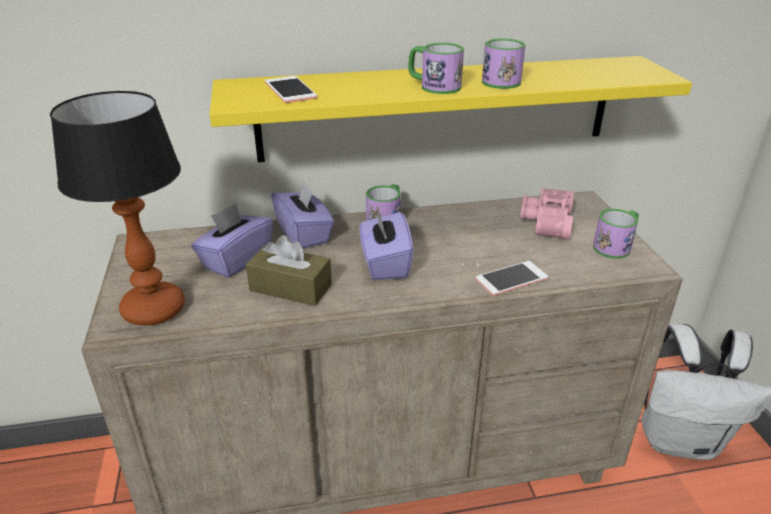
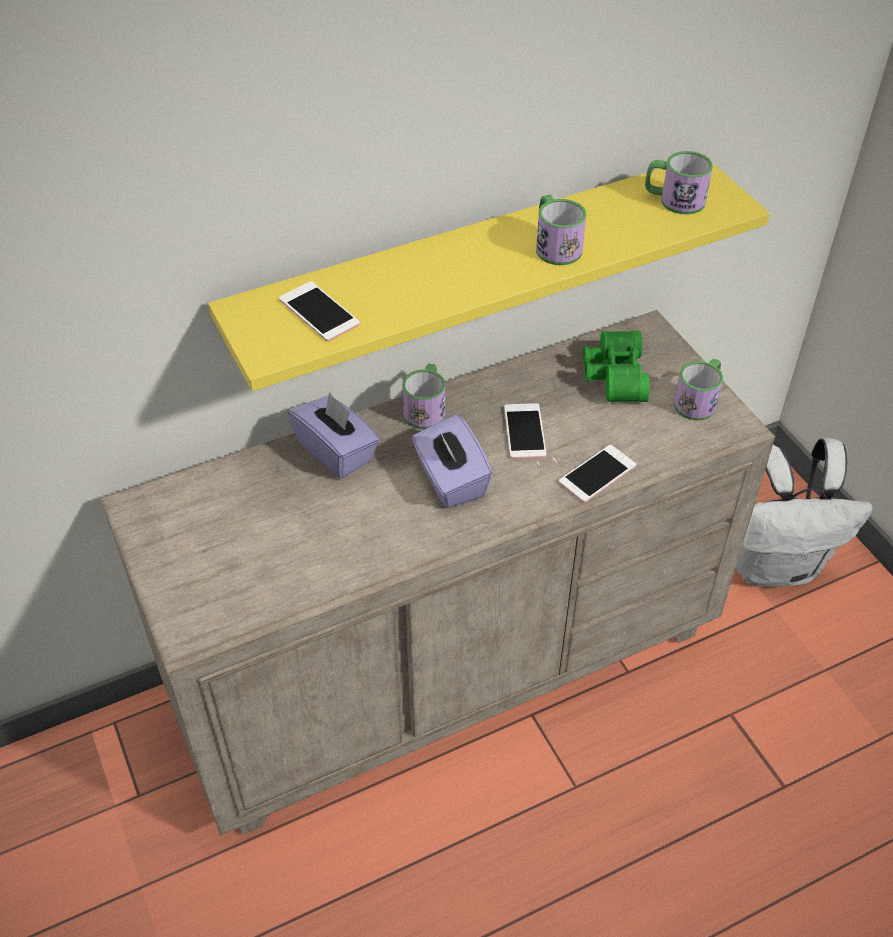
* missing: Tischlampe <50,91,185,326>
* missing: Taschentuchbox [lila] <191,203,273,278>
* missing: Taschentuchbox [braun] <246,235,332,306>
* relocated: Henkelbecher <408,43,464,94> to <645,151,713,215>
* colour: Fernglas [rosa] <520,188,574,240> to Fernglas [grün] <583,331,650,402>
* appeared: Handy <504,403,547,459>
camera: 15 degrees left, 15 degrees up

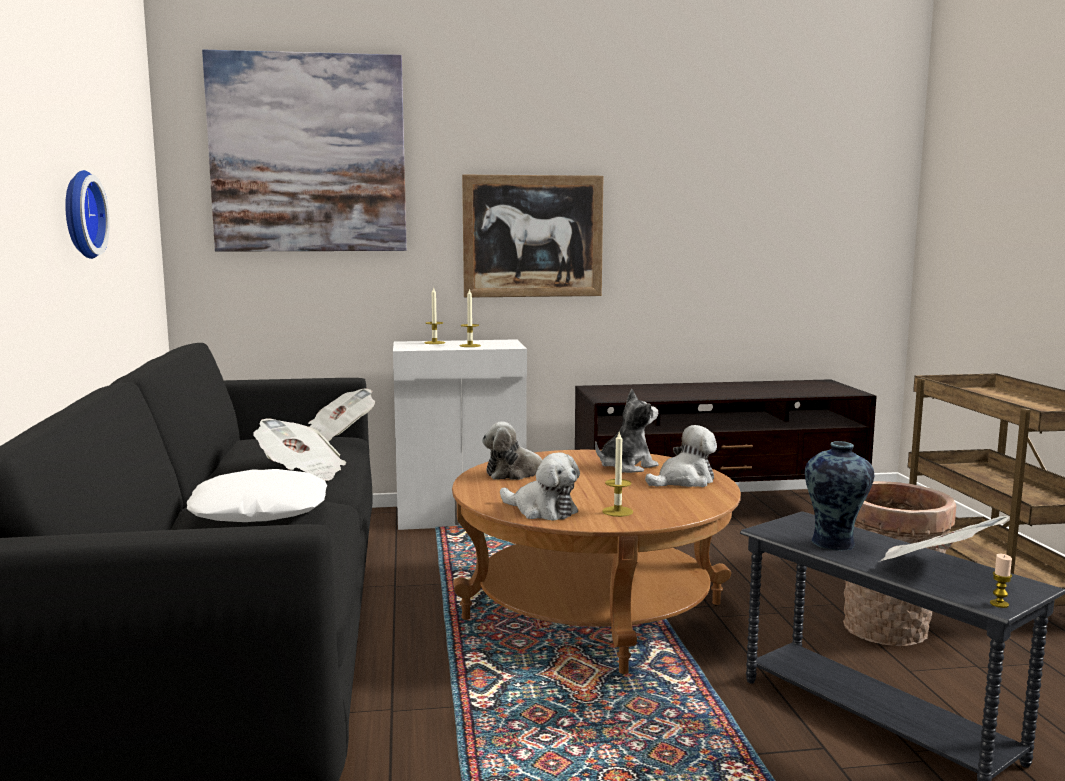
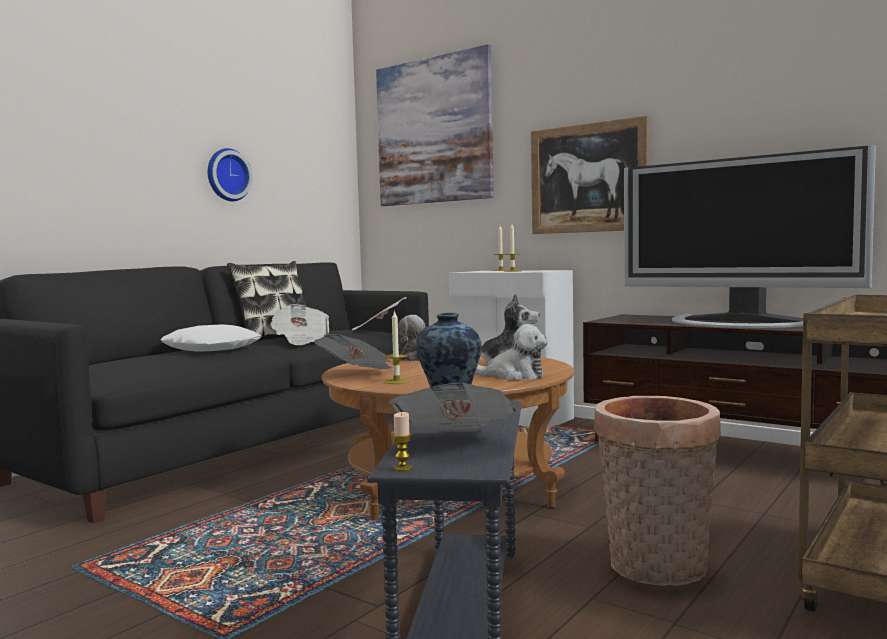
* exchanged: Plüschtier <500,453,580,520> to Zeitung <314,334,392,369>
* appeared: Kissen <227,261,306,338>
* appeared: Fernseher <624,145,876,328>
camera: 45 degrees right, 5 degrees down

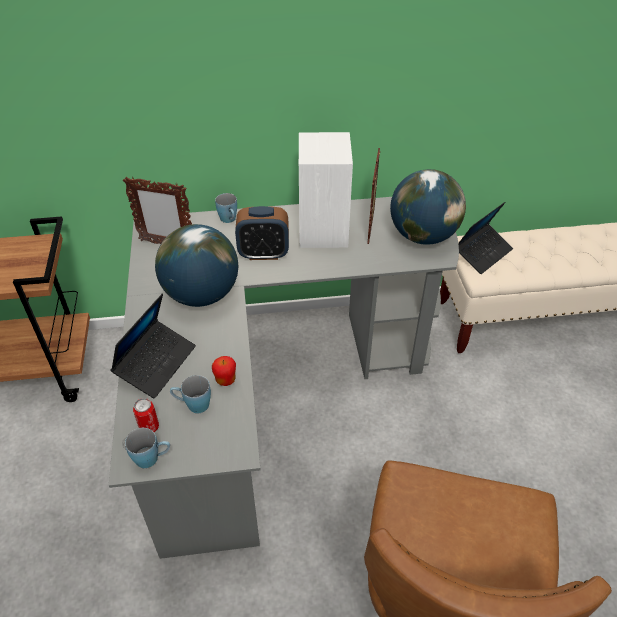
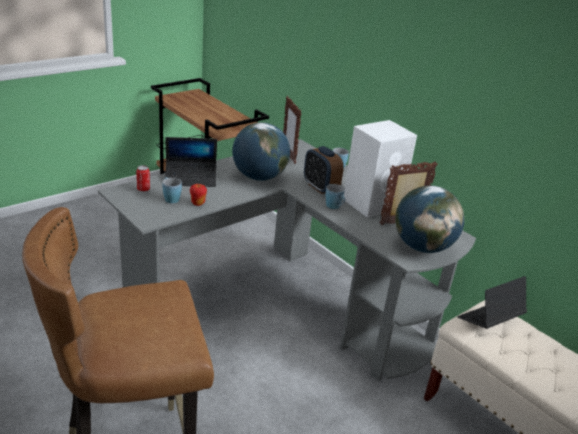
* relocated: Henkelbecher [blau] <125,428,170,468> to <325,184,345,209>
* spun: Laptop <458,202,513,274> = <458,276,527,329> 135 degrees clockwise
camera: 55 degrees right, 15 degrees down

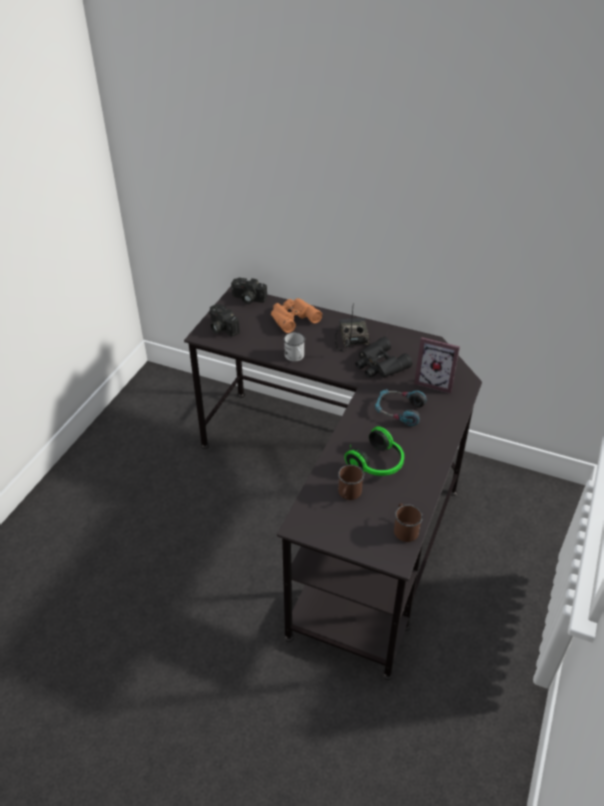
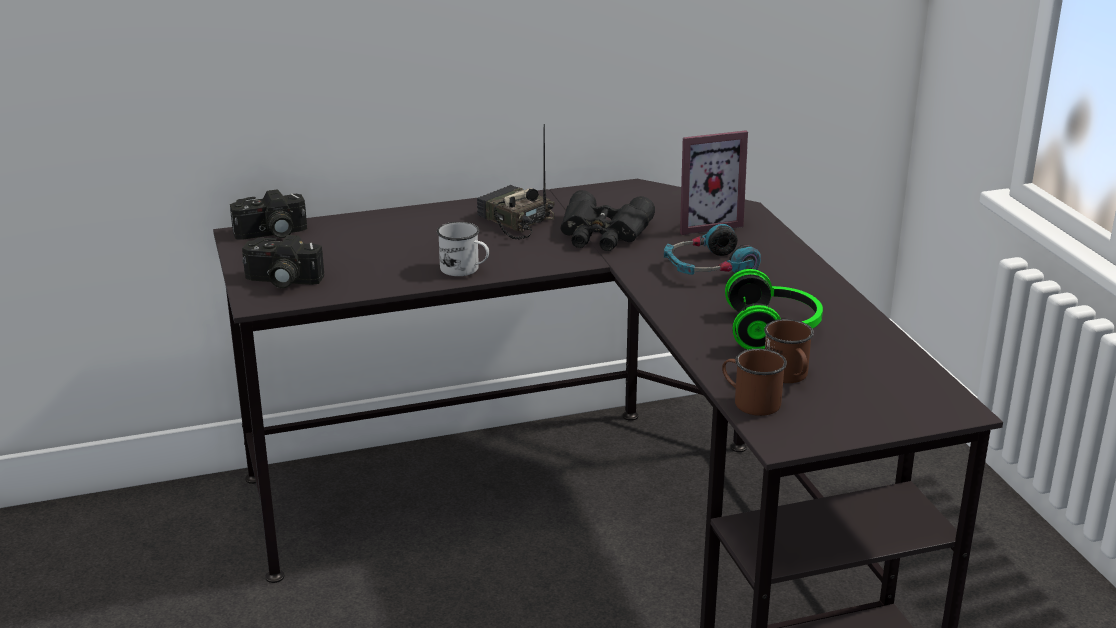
* missing: Fernglas [orange] <271,298,322,333>
* relocated: Henkelbecher [braun] <394,503,423,542> to <722,349,787,416>
camera: 40 degrees left, 15 degrees down

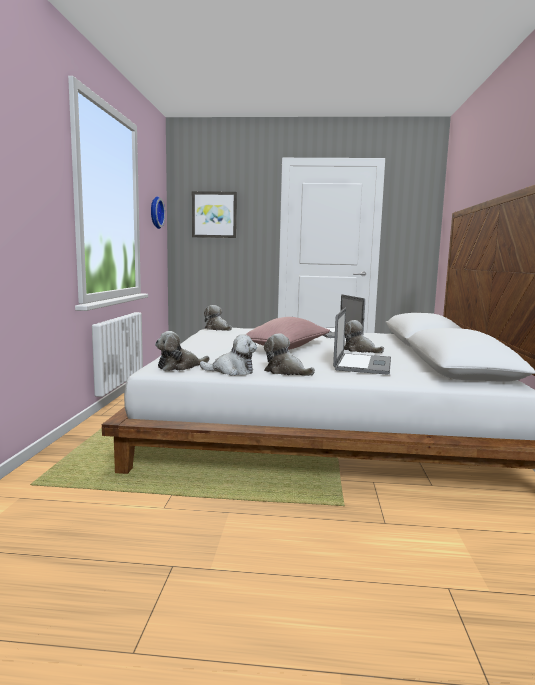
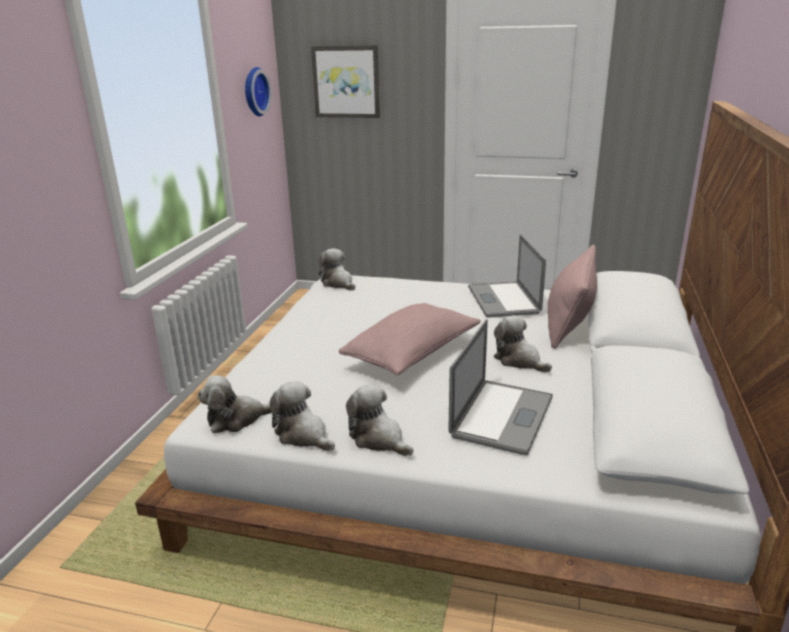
* spun: Plüschtier <200,334,257,376> = <270,381,335,451> 150 degrees counterclockwise
* appeared: Kissen [rosa] <548,245,597,349>
camera: 10 degrees right, 15 degrees up

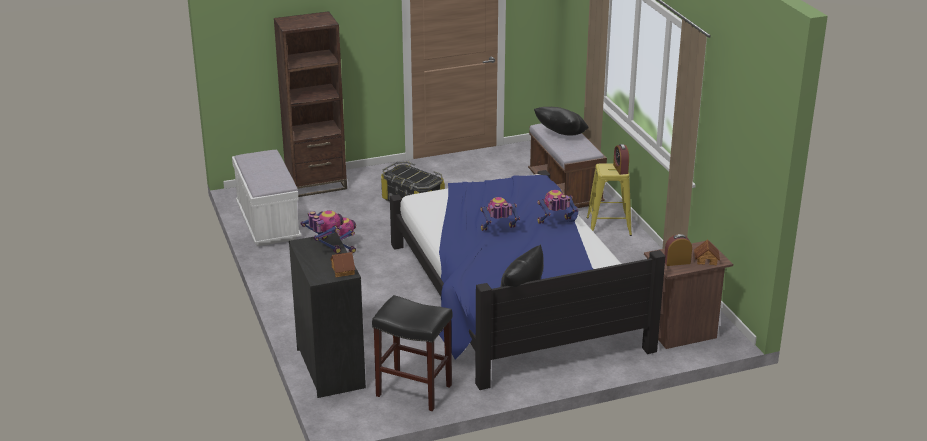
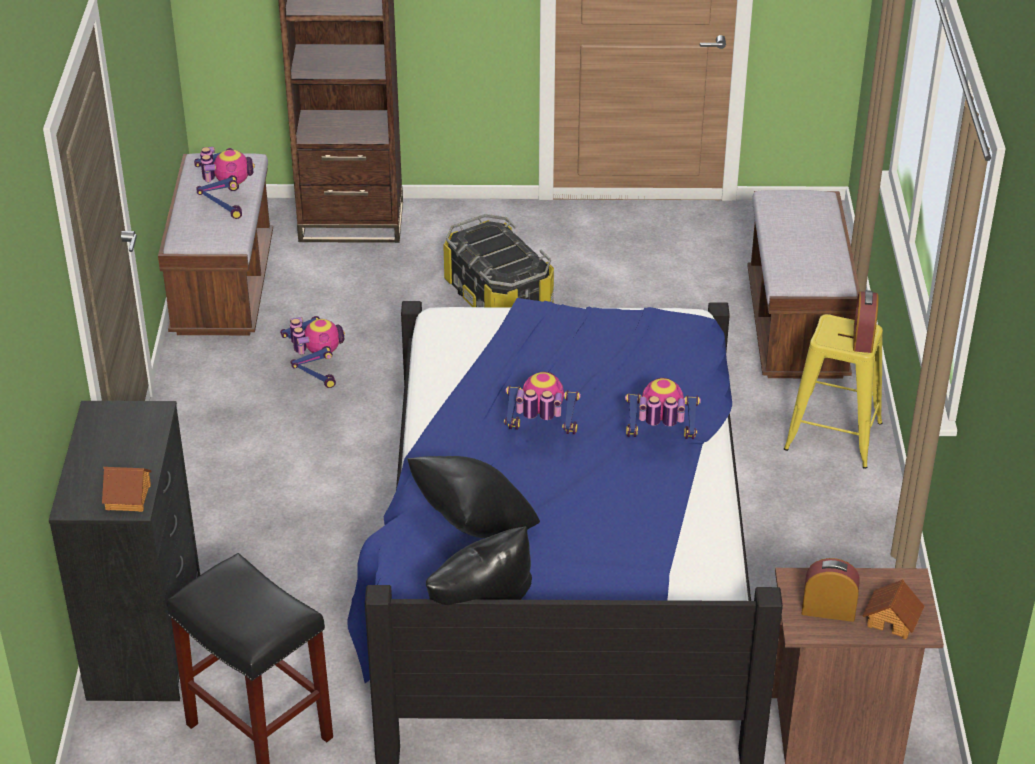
* colour: Bank [weiß] <232,150,301,246> to Bank [braun] <158,153,273,335>
* relocated: Spielzeugroboter <300,210,344,254> to <194,147,255,219>
* relocated: Kissen [schwarz] <534,107,589,135> to <407,456,540,538>
camera: 20 degrees right, 10 degrees up

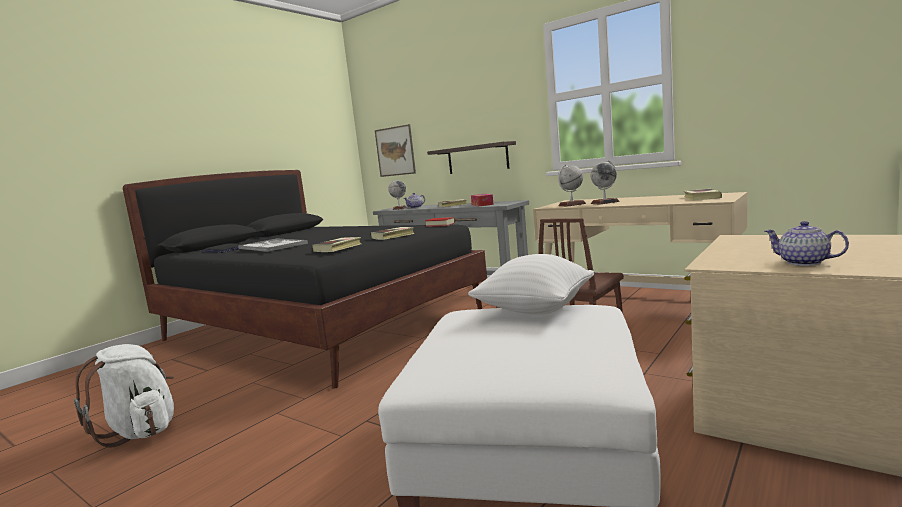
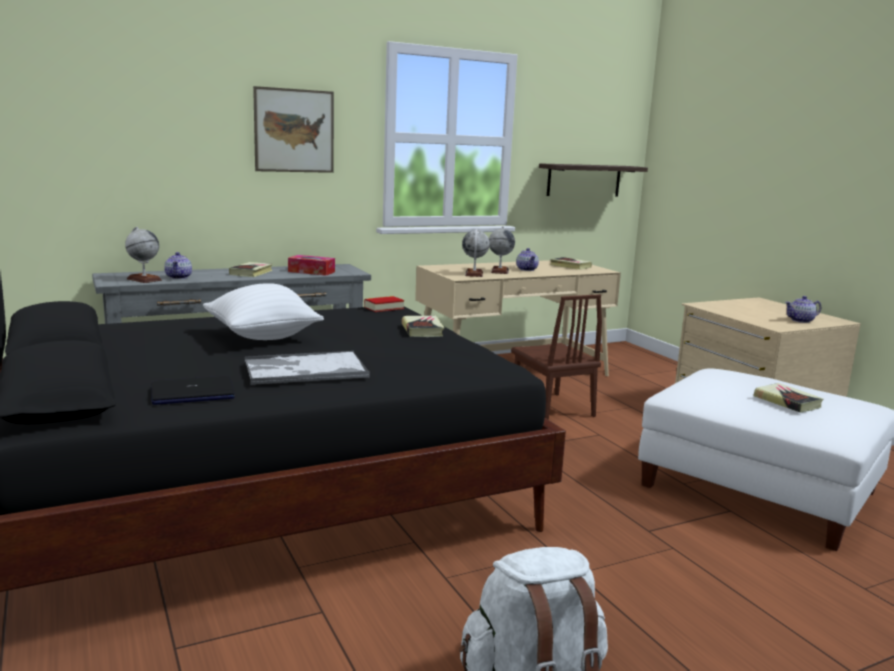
* relocated: Buch <312,237,361,252> to <753,383,823,413>
* relocated: Bild <375,124,416,177> to <253,86,334,173>
* relocated: Wandregal <427,141,516,174> to <539,163,648,196>
* relocated: Kissen [weiß] <468,254,594,315> to <203,283,324,340>
* appeared: Teekanne <516,248,539,271>
camera: 65 degrees left, 5 degrees up

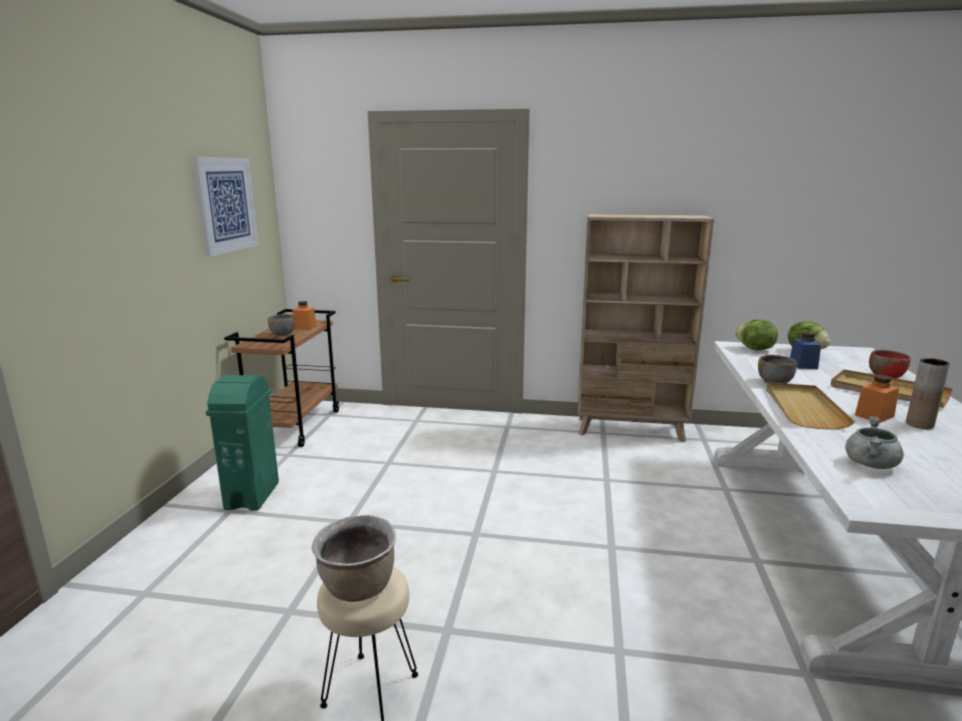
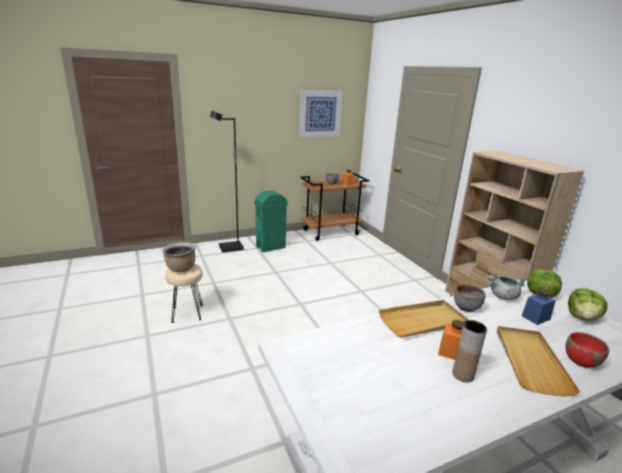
* relocated: Kochtopf [grau] <845,416,904,469> to <488,275,528,300>
* appeared: Stehlampe [schwarz] <210,111,244,253>
camera: 55 degrees right, 5 degrees up

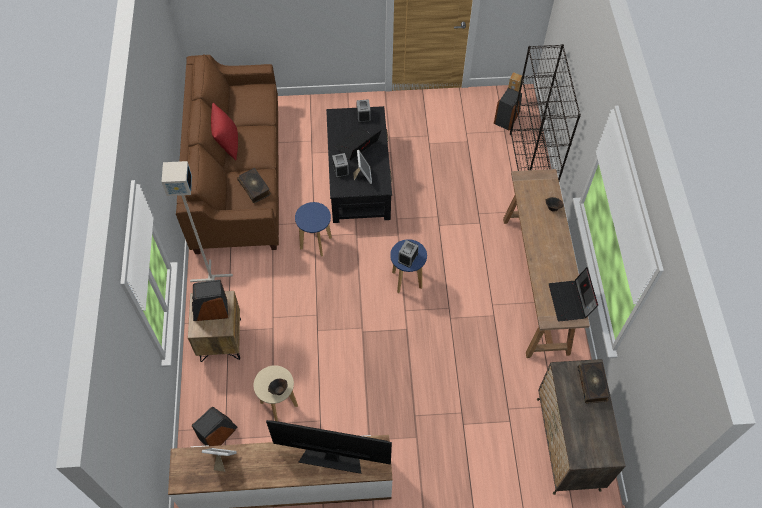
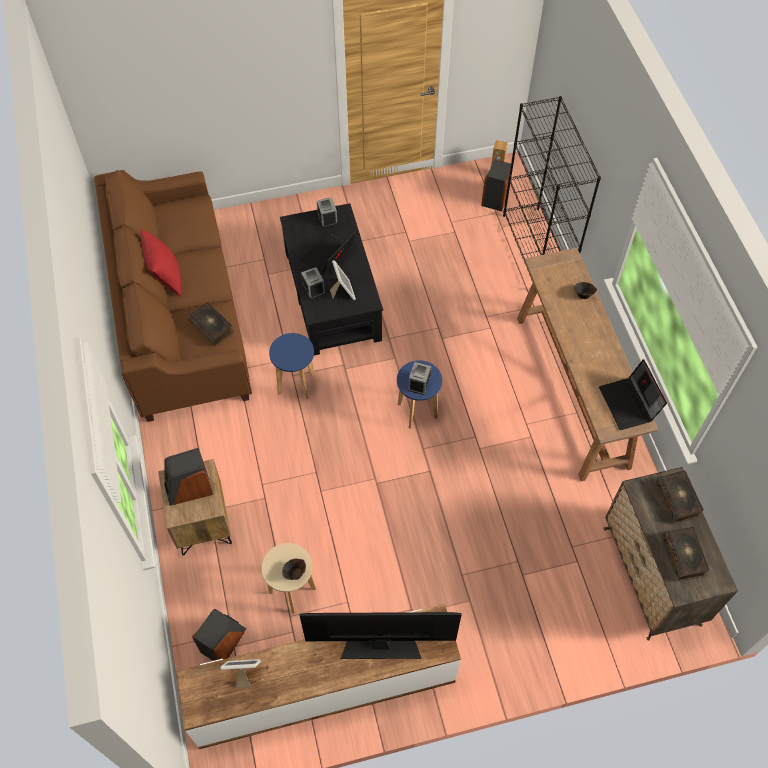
* missing: Stehlampe [grau] <162,161,233,282>
* appeared: Buch <663,527,709,581>
camera: 10 degrees left, 0 degrees up

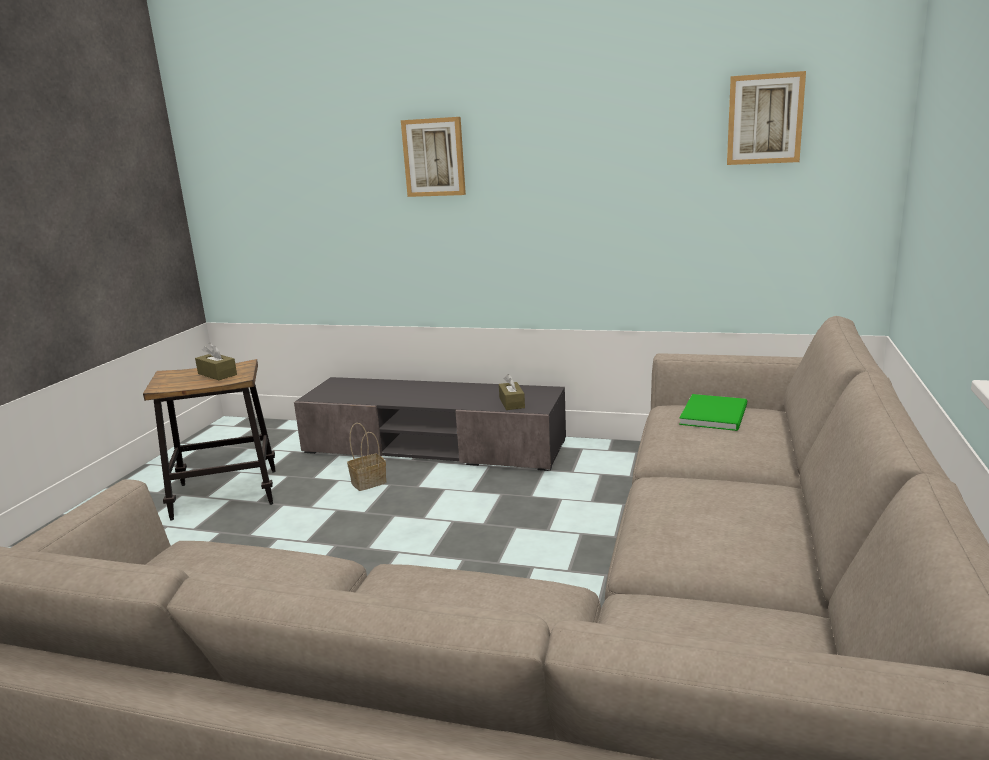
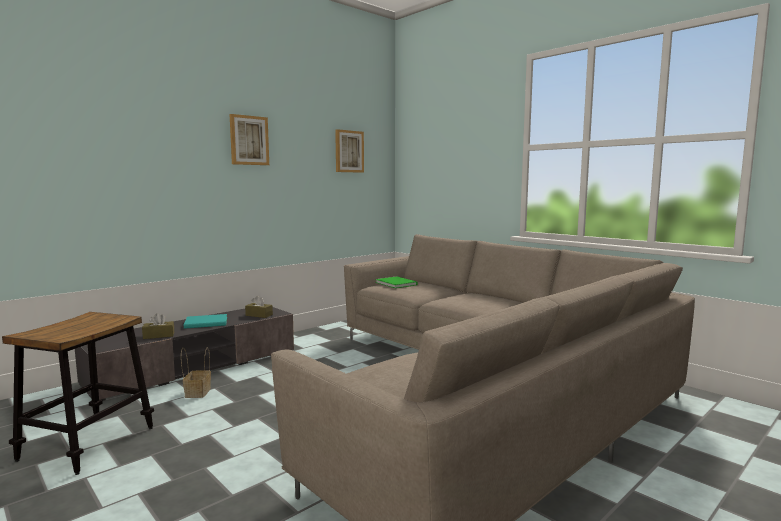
* relocated: Taschentuchbox [braun] <195,343,237,380> to <142,313,174,339>
* relocated: Bild <401,117,466,197> to <230,114,269,165>
* appeared: Buch [türkis] <184,314,227,329>
camera: 60 degrees left, 10 degrees down

